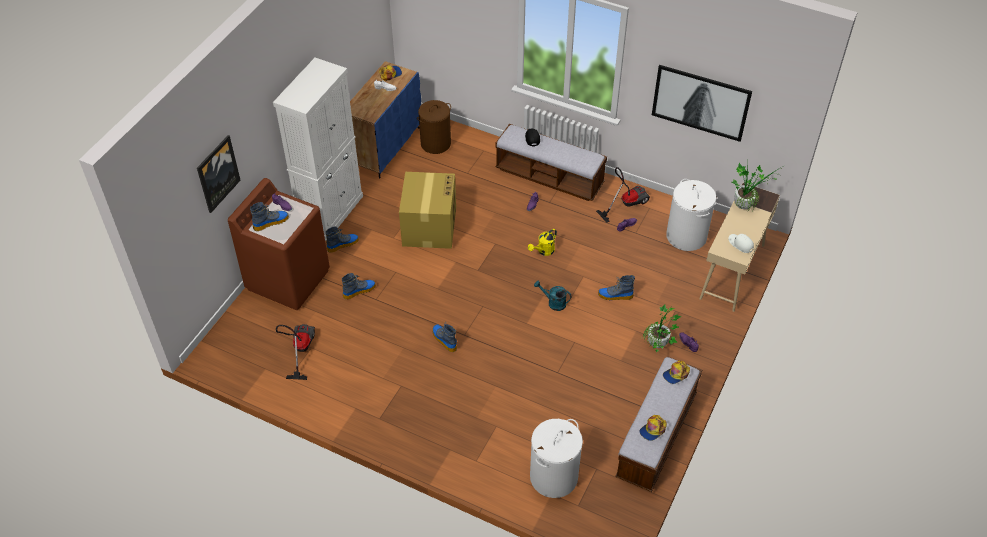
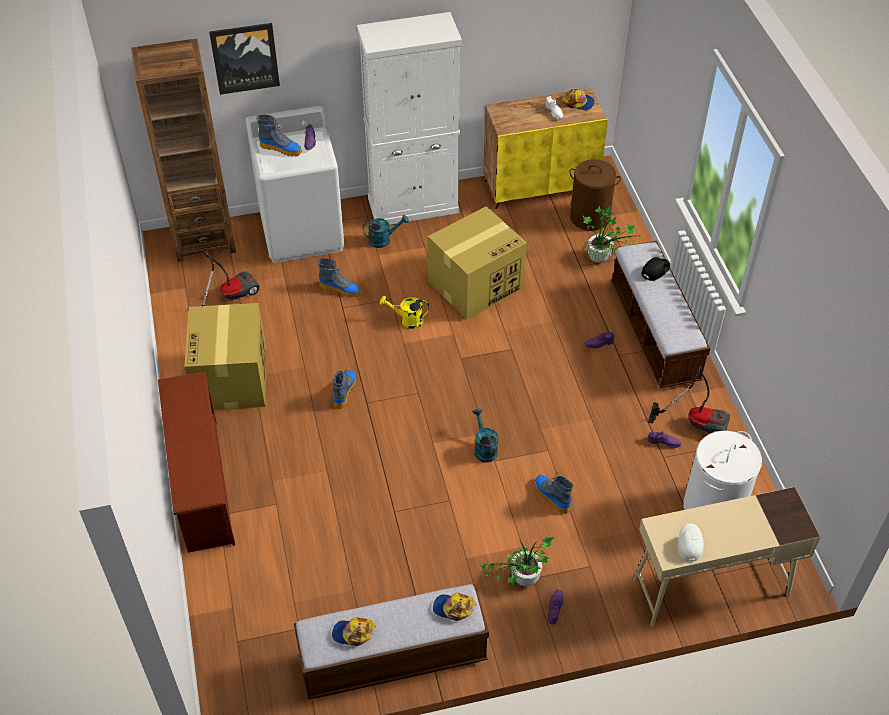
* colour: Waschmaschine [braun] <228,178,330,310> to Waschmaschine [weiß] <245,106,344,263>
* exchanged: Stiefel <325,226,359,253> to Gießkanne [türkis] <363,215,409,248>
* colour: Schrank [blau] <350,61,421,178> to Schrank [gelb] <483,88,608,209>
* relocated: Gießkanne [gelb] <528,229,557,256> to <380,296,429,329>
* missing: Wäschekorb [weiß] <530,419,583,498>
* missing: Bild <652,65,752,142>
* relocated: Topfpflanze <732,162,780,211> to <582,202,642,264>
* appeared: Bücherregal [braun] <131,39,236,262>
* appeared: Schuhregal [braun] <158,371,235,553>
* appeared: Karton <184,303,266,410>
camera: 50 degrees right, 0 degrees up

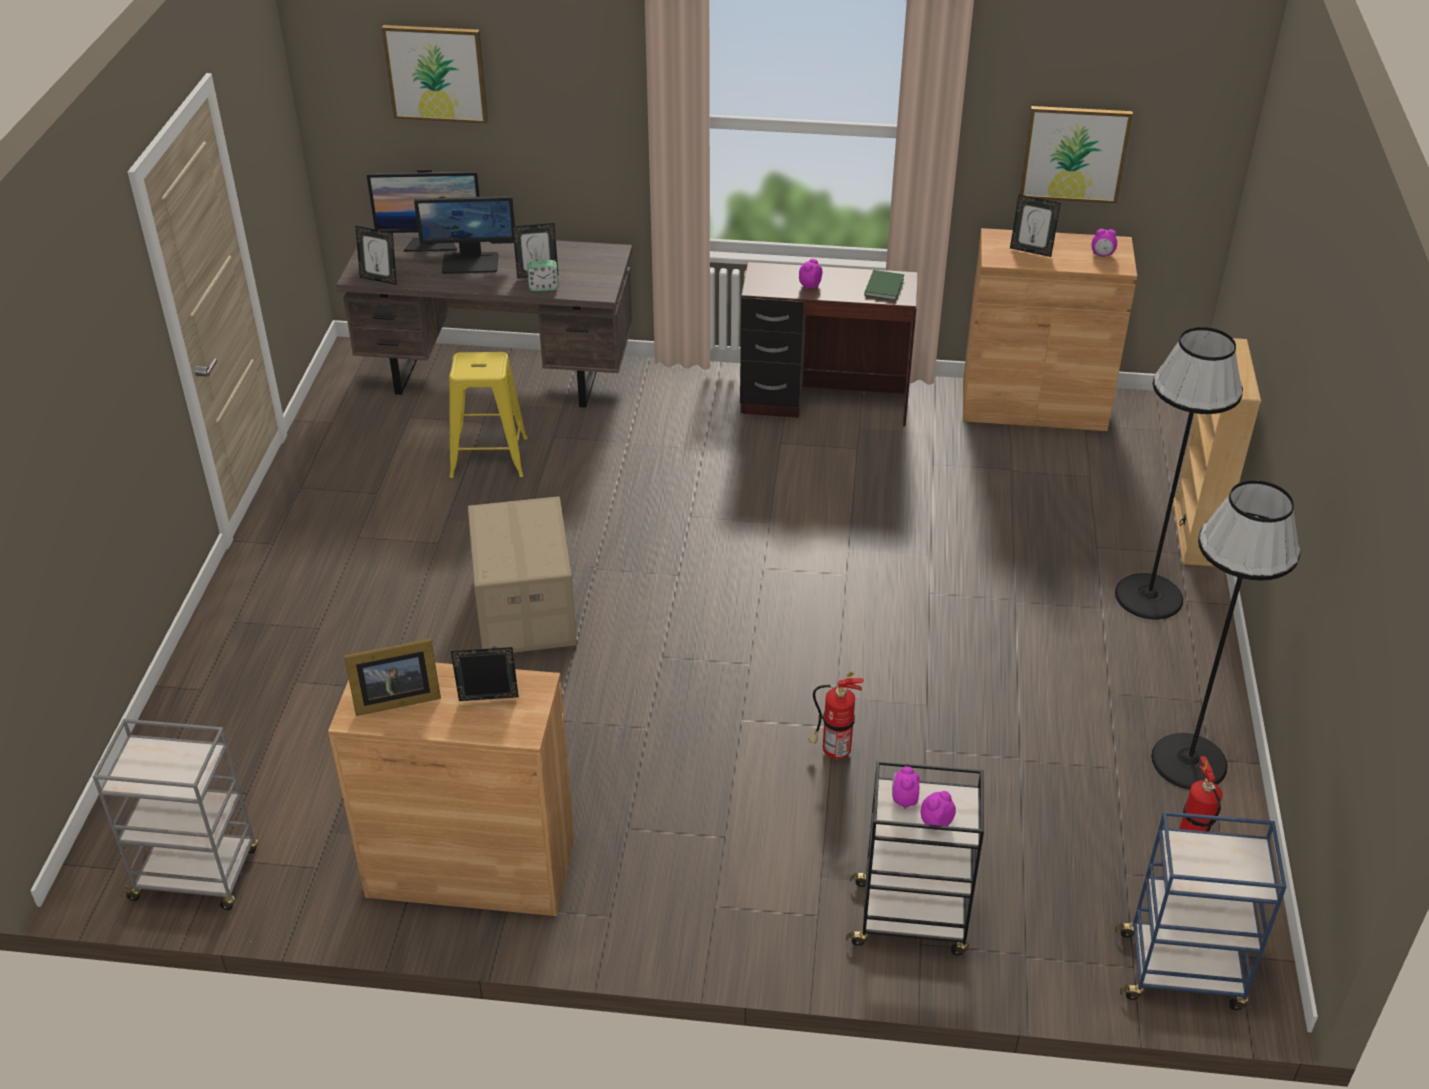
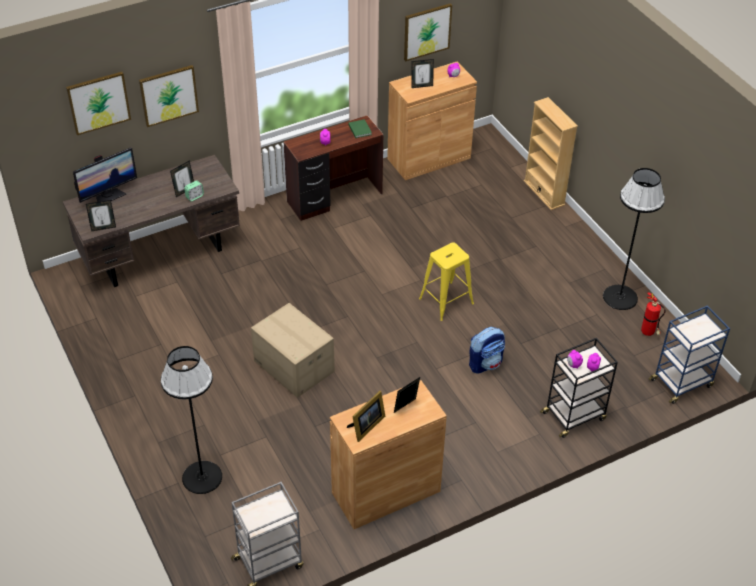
* missing: Monitor <414,196,515,274>
* relocated: Hocker [gelb] <449,352,528,478> to <419,242,474,321>
* exchanged: Feuerlöscher <808,672,864,759> to Rucksack <469,327,505,374>
* relocated: Stehlampe [schwarz] <1115,327,1243,620> to <161,346,222,494>
* appeared: Bild <139,65,199,127>
camera: 35 degrees left, 5 degrees up

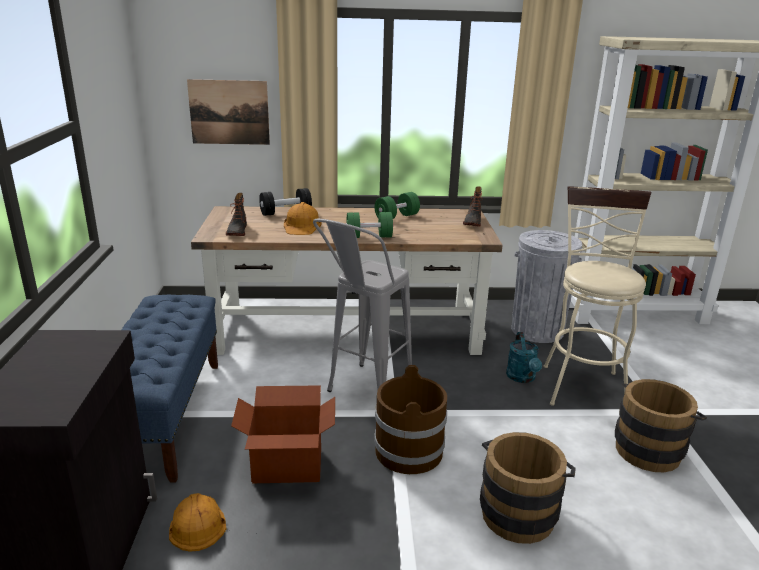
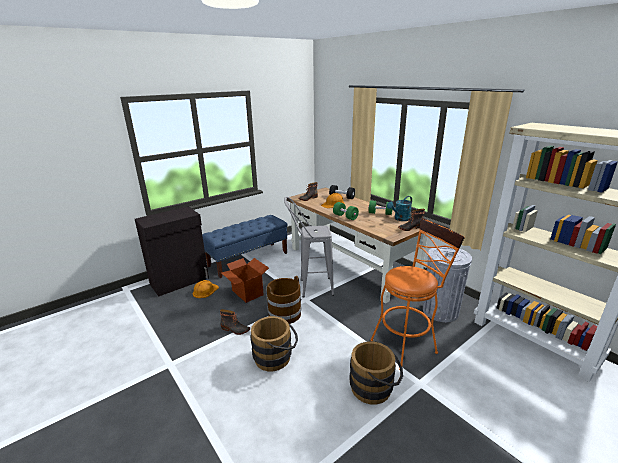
* missing: Bild <187,79,270,145>
* relocated: Gießkanne [türkis] <506,332,542,383> to <387,196,412,221>
* colour: Hocker [beige] <544,186,651,406> to Hocker [orange] <370,218,465,370>
* appeared: Stiefel <220,309,250,335>
camera: 55 degrees right, 0 degrees up

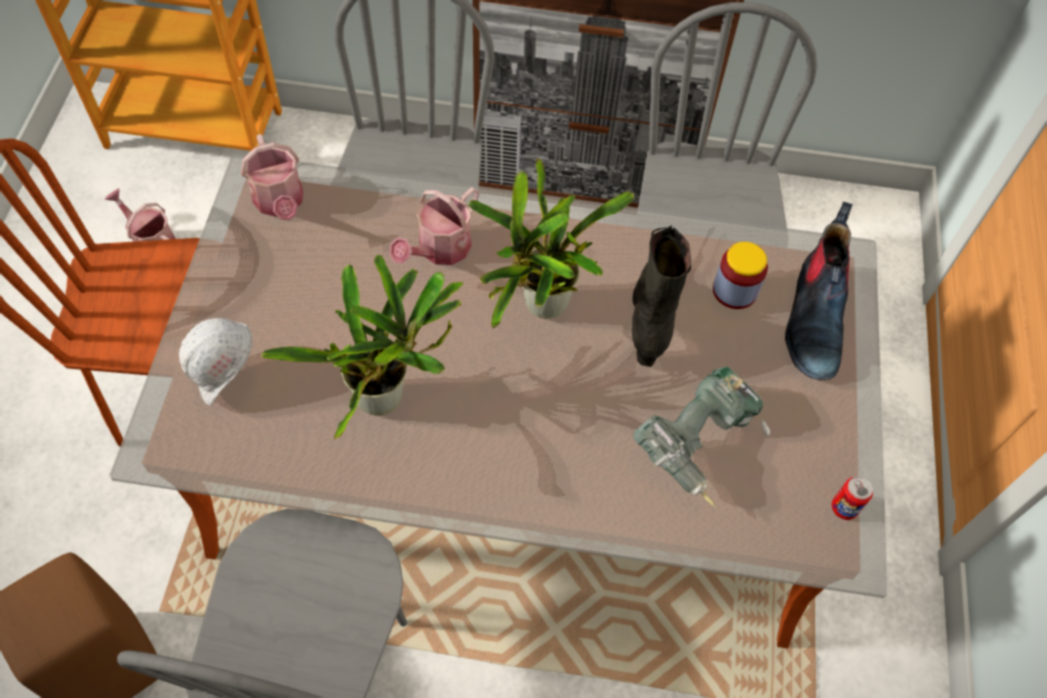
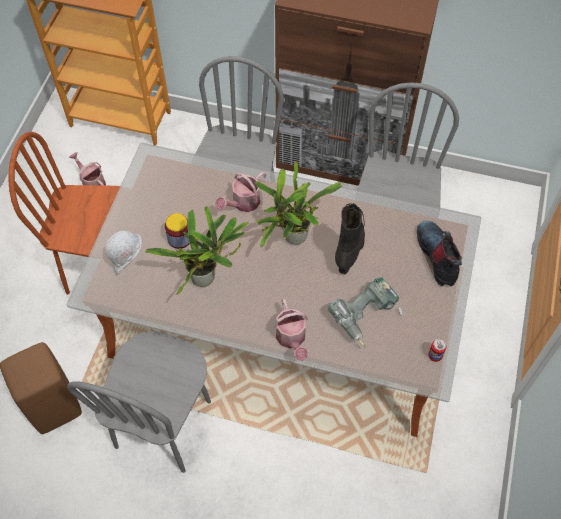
* relocated: Gießkanne <241,134,303,221> to <274,299,308,361>
* relocated: Vorratsglas <713,242,768,309> to <165,213,190,249>
* spun: Stiefel <785,202,853,380> = <417,221,462,286> 150 degrees clockwise
camera: 10 degrees right, 0 degrees up

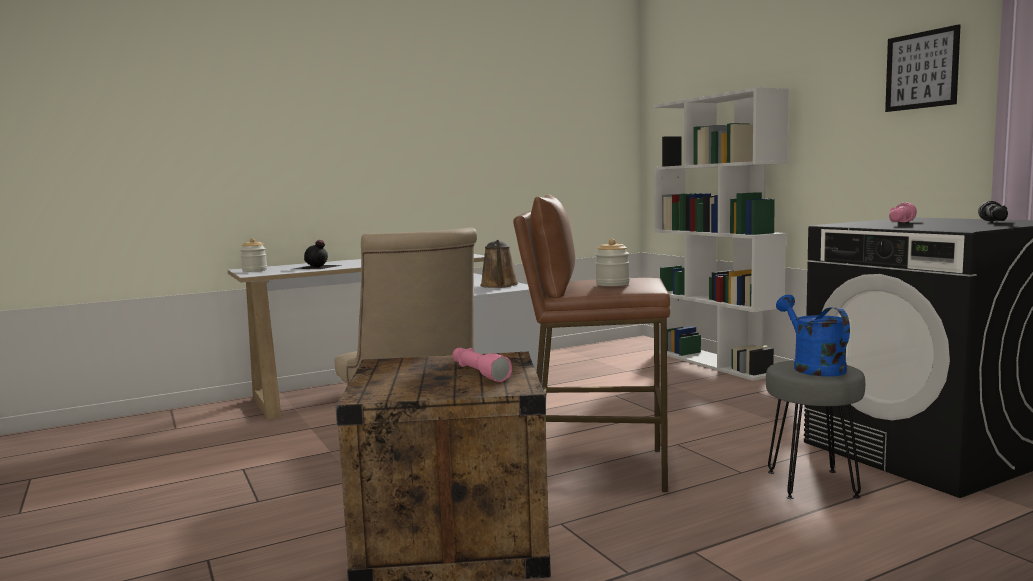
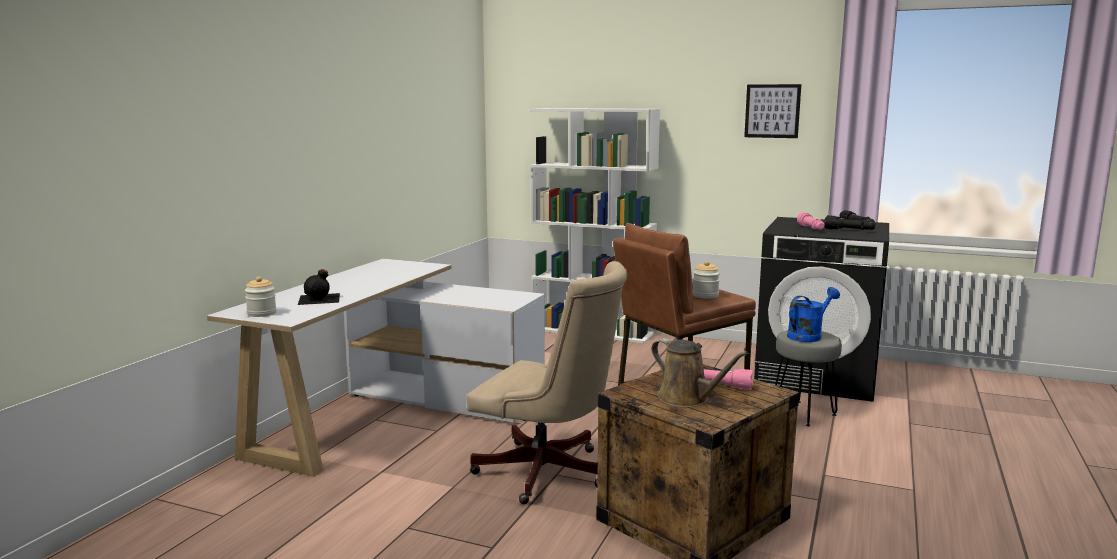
* relocated: Gießkanne [braun] <480,240,518,288> to <652,338,749,407>
* spun: Gießkanne [blau] <776,295,850,377> = <787,287,840,342> 105 degrees clockwise
* appeared: Taschenlampe [schwarz] <824,215,876,230>
camera: 40 degrees left, 5 degrees up

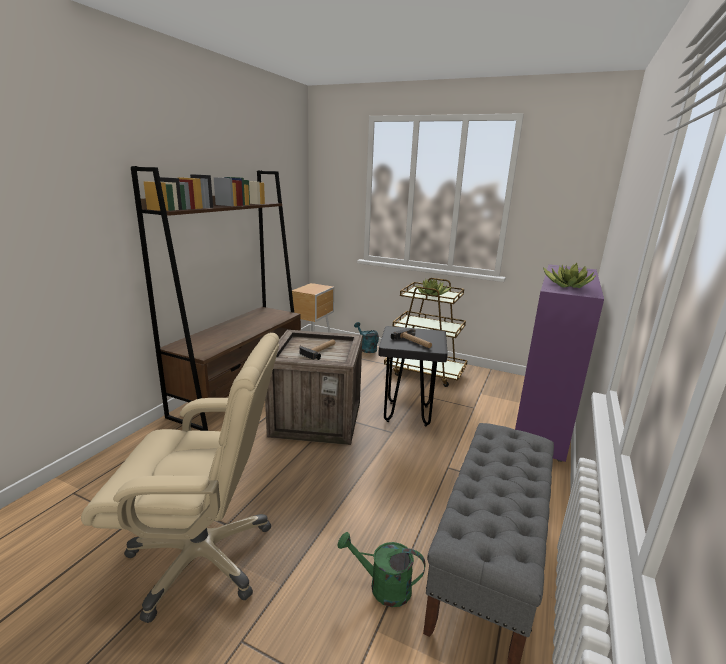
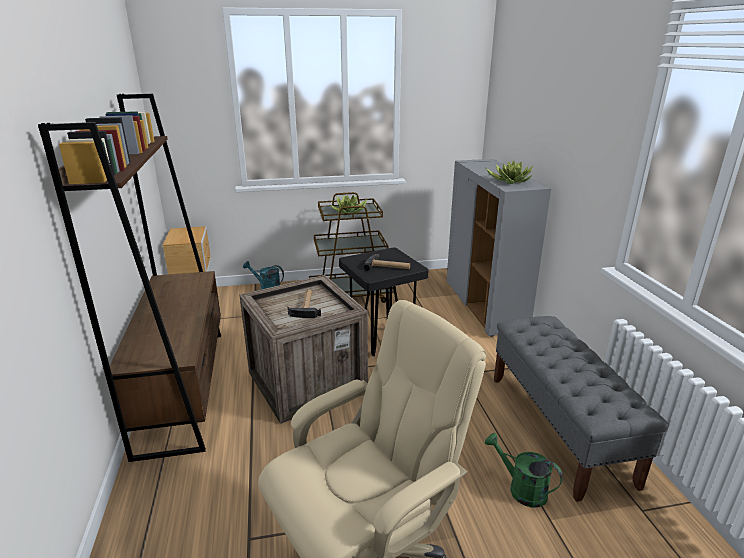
* spun: Gießkanne [grün] <337,532,426,607> = <485,433,563,508> 60 degrees clockwise
* colour: Schrank [lila] <515,264,604,462> to Schrank [grau] <447,159,551,337>
camera: 35 degrees left, 5 degrees up

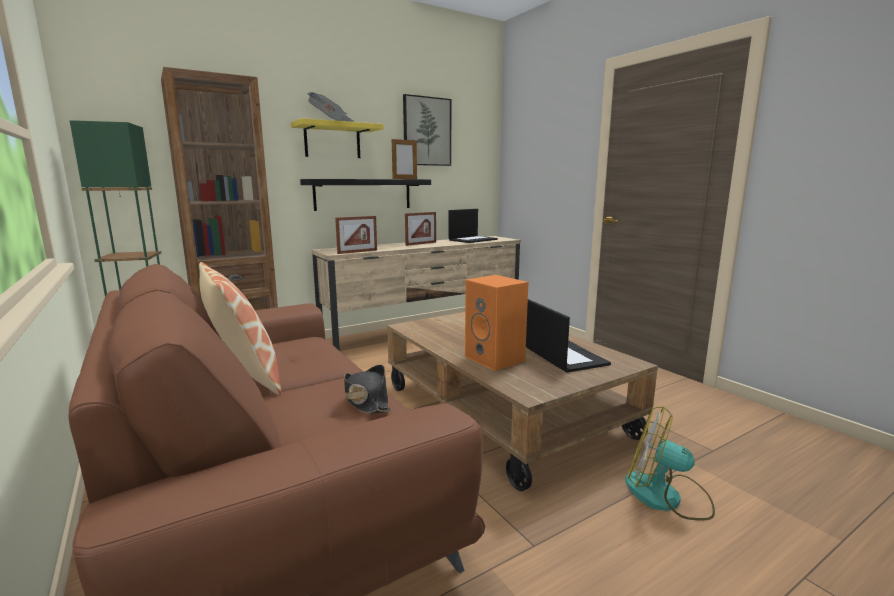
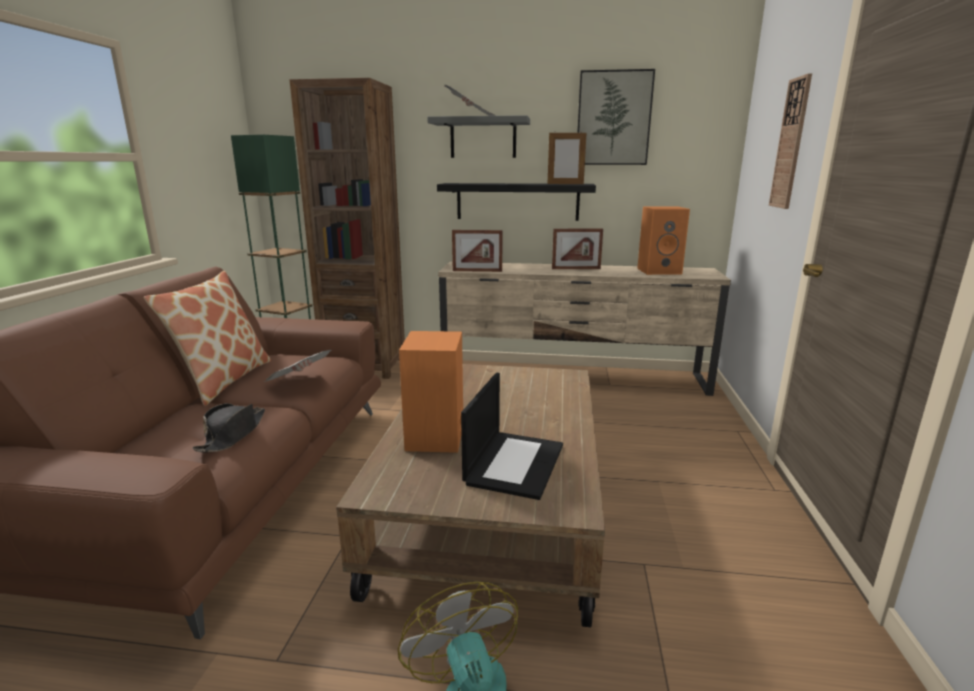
* colour: Wandregal [gelb] <291,118,384,158> to Wandregal [grau] <427,115,530,158>
* exchanged: Laptop <448,209,498,243> to Lautsprecher [orange] <637,206,690,275>
* appeared: Zeitung <264,350,332,382>
* appeared: Wanduhr <769,73,812,209>
camera: 40 degrees right, 5 degrees up

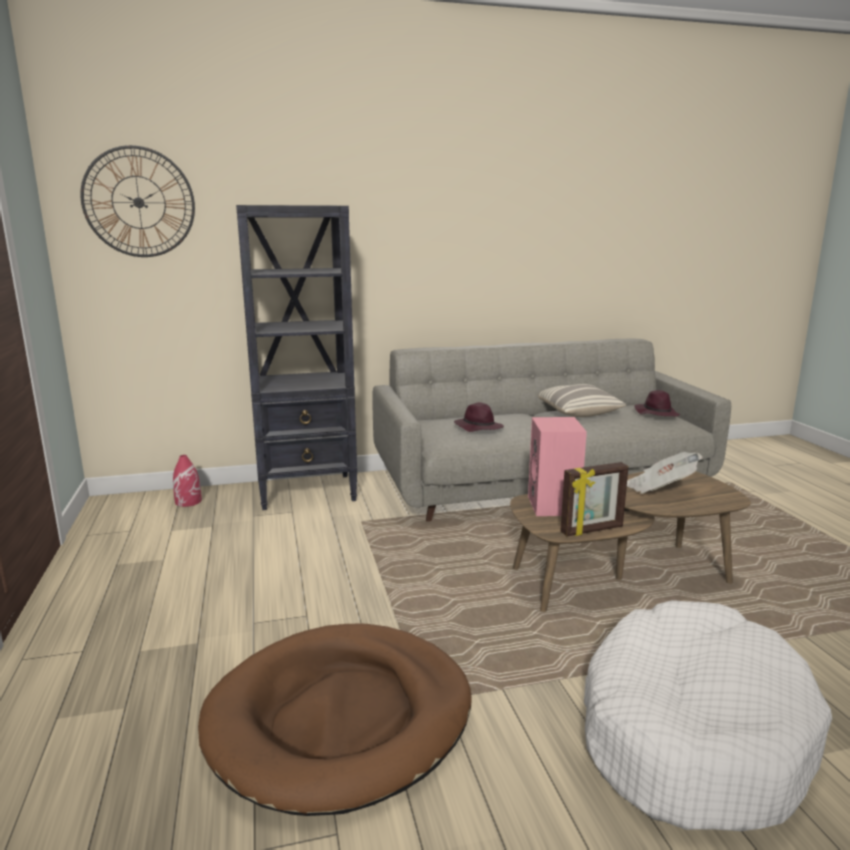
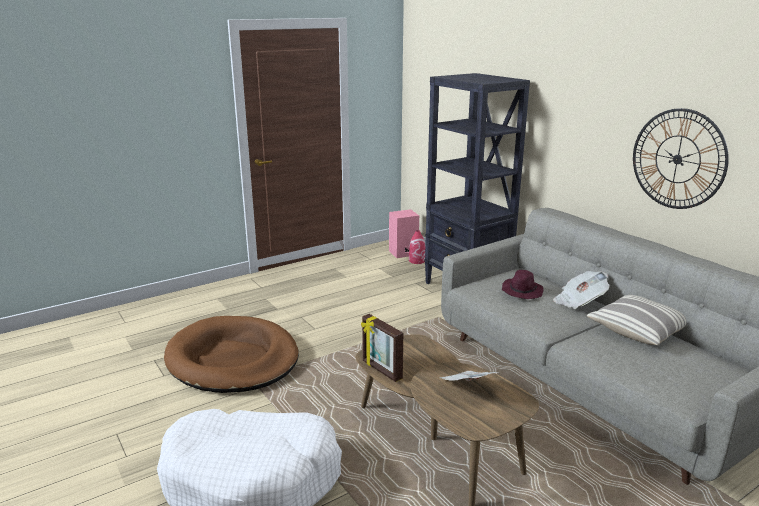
* relocated: Wanduhr <80,145,195,257> to <633,108,729,209>
* relocated: Lautsprecher [rosa] <528,417,587,516> to <389,209,419,258>
* missing: Hut [lila] <634,390,680,416>
* appeared: Zeitung <553,271,609,309>
camera: 70 degrees right, 5 degrees up

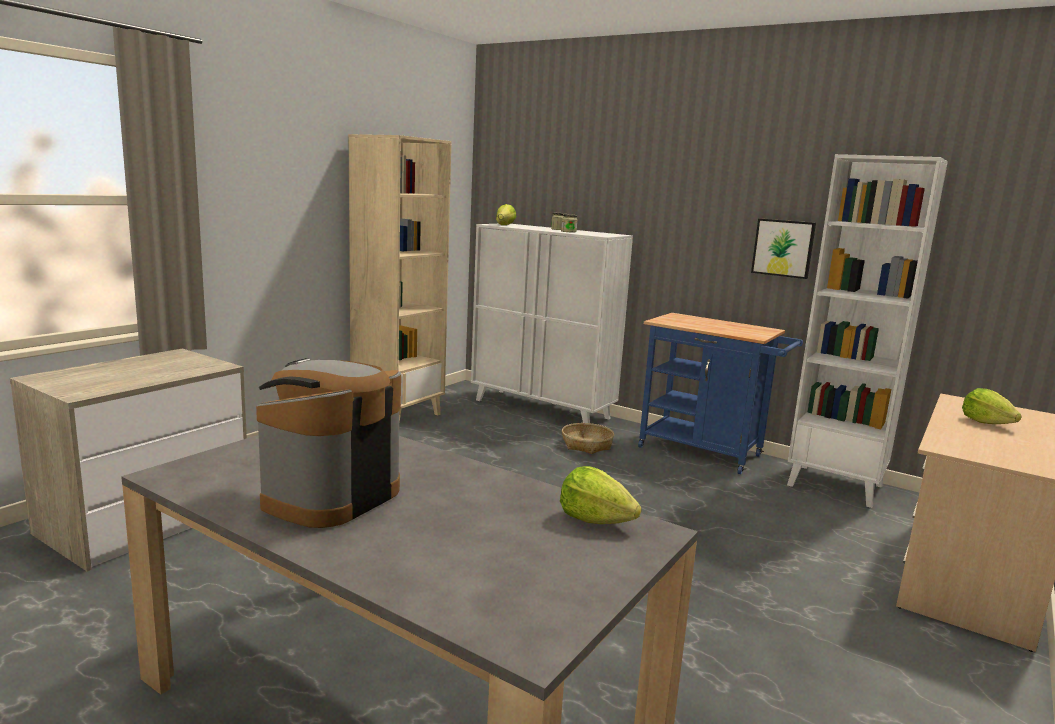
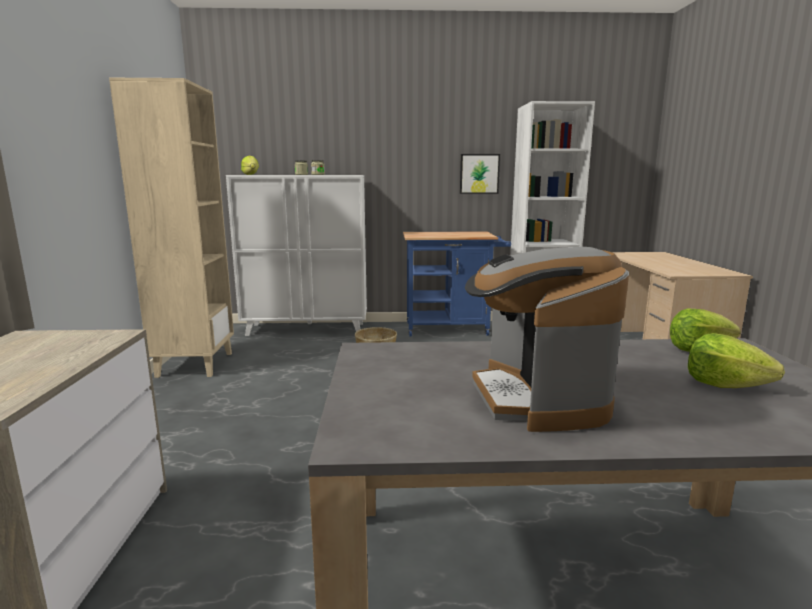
* relocated: Salatkopf <962,388,1022,424> to <688,333,785,388>
camera: 35 degrees left, 0 degrees up

